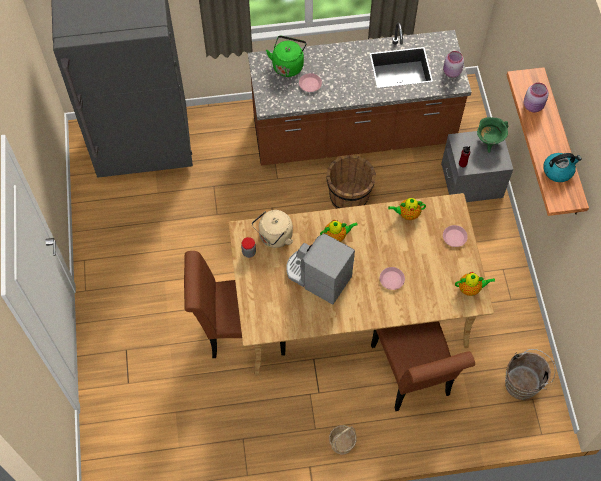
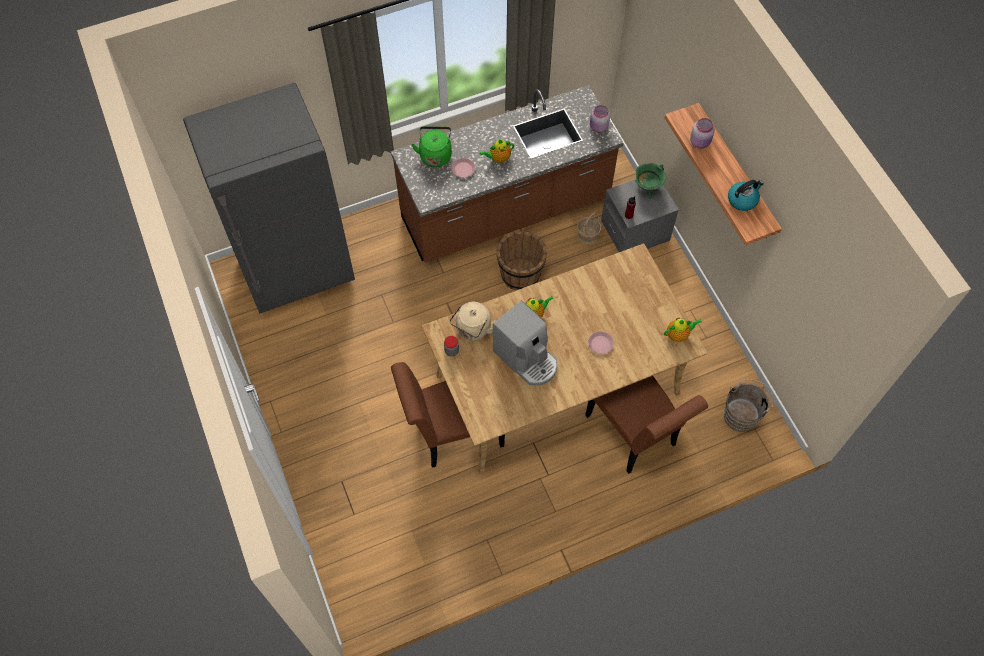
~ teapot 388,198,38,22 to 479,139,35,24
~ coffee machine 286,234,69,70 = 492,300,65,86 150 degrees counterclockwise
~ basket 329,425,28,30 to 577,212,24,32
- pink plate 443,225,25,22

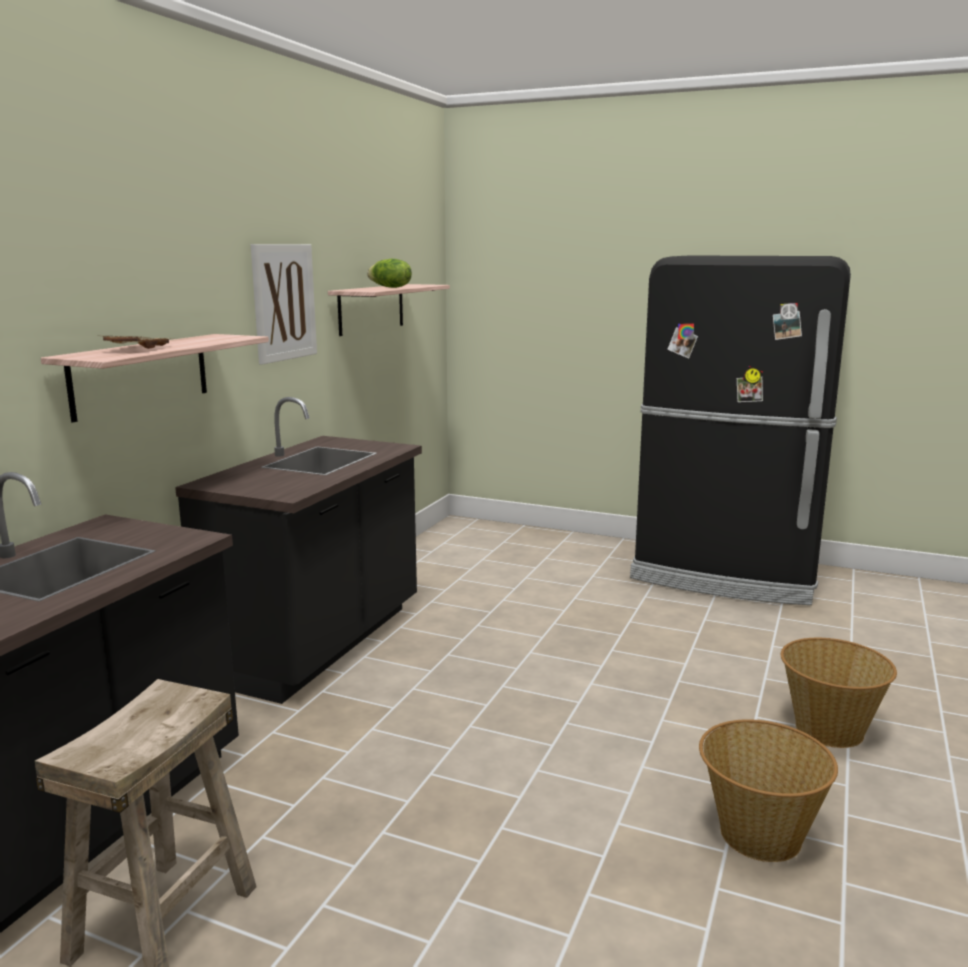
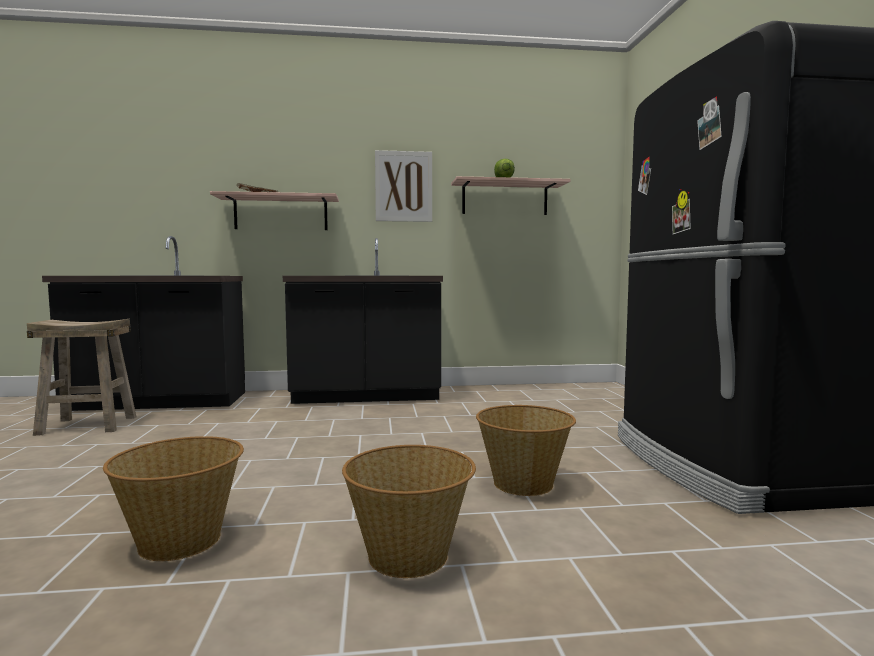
+ basket 476,405,100,91

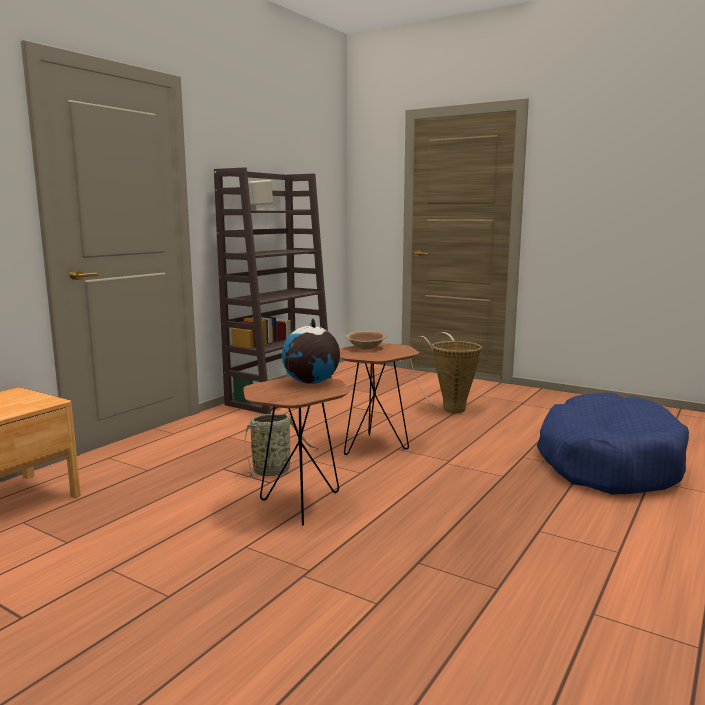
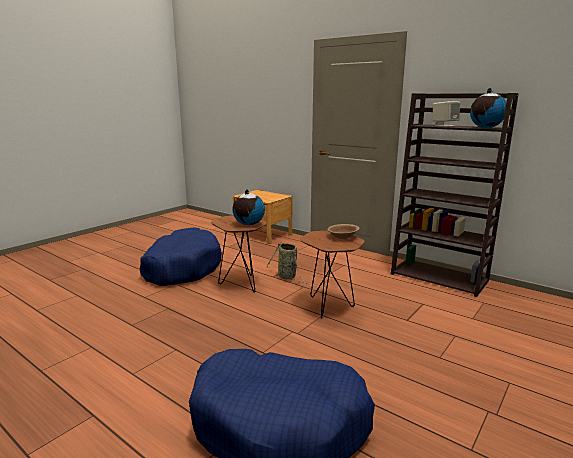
+ blue dog bed 140,228,82,58
+ globe 470,88,36,40
- basket 410,332,72,81

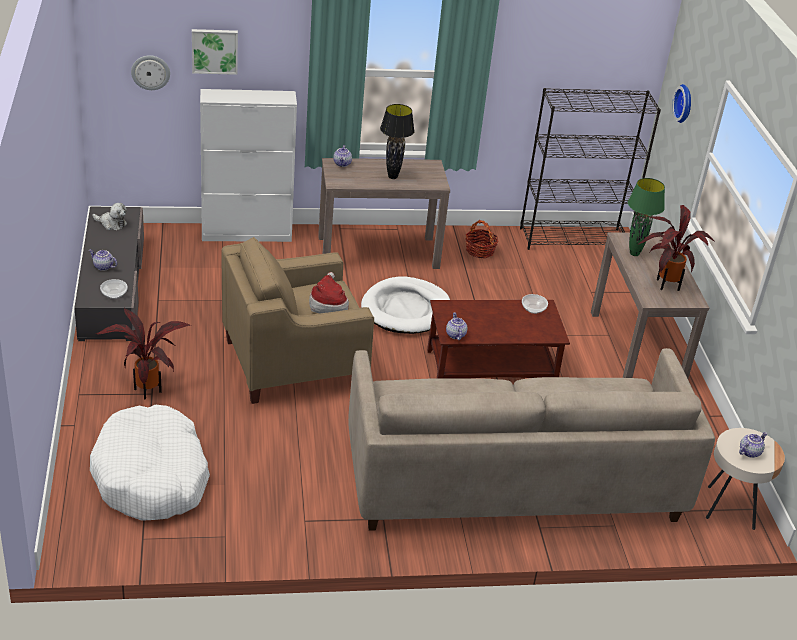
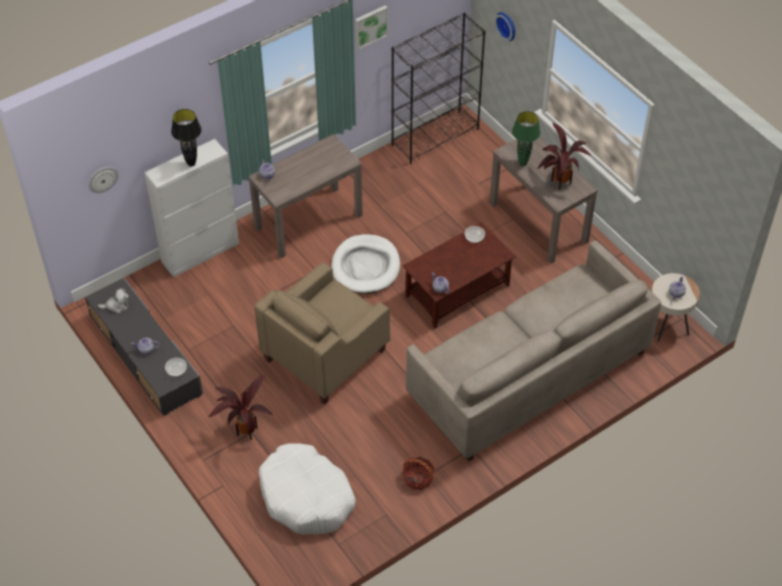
~ black table lamp 380,104,35,75 to 171,109,31,58
~ picture 192,29,46,46 to 355,5,33,45
~ basket 466,220,32,38 to 402,457,32,33
- hat 309,272,40,41

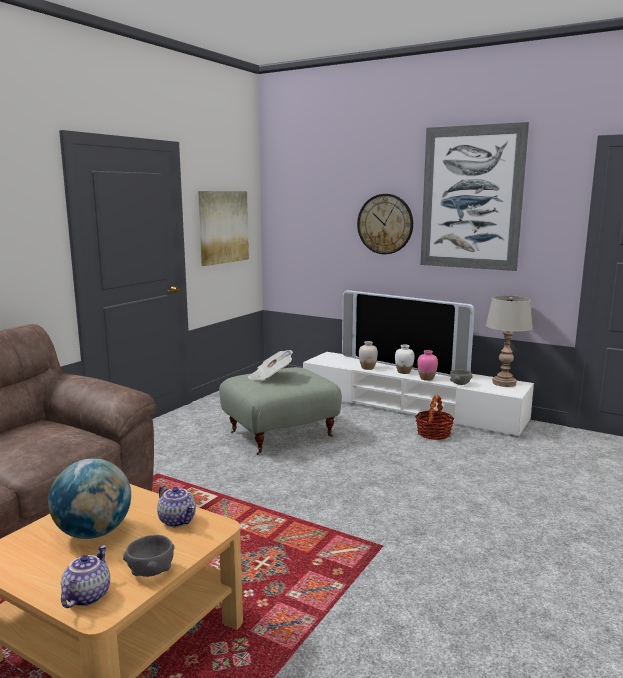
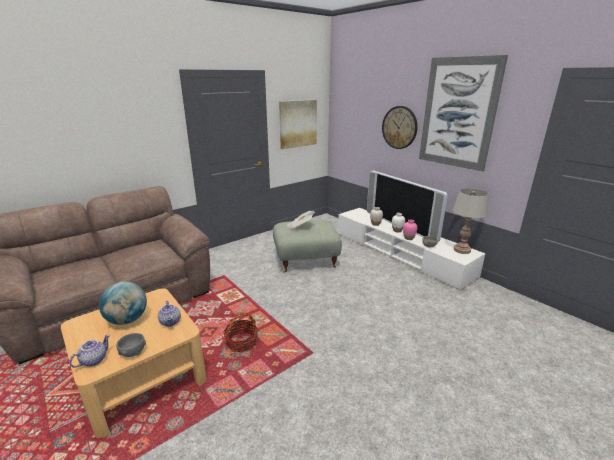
~ basket 415,396,39,44 to 223,312,35,41

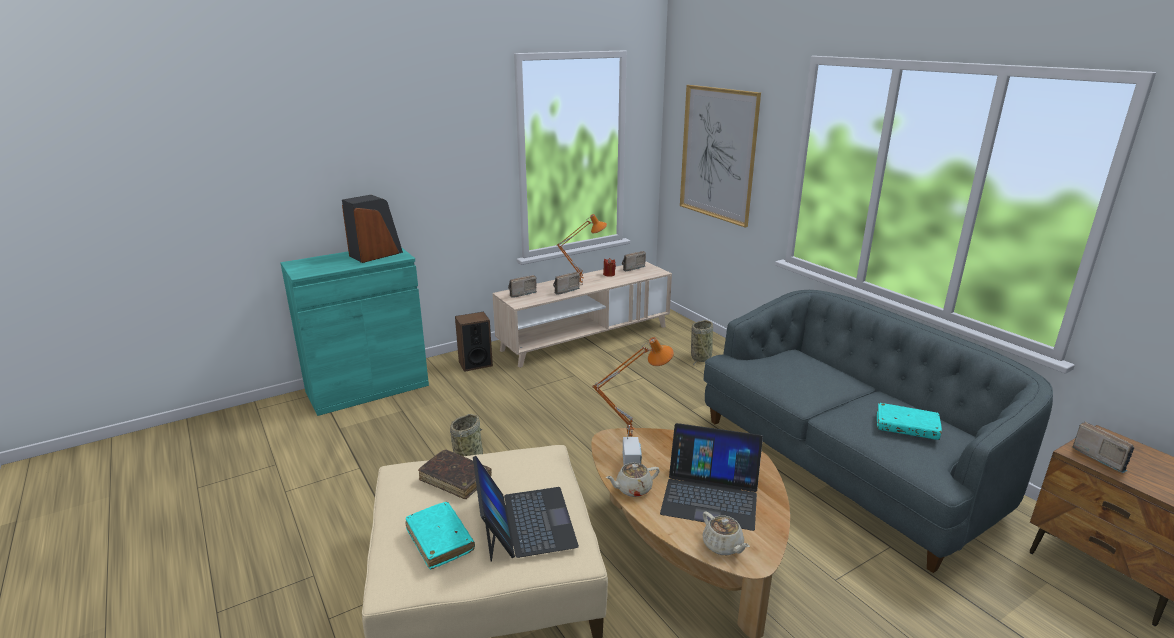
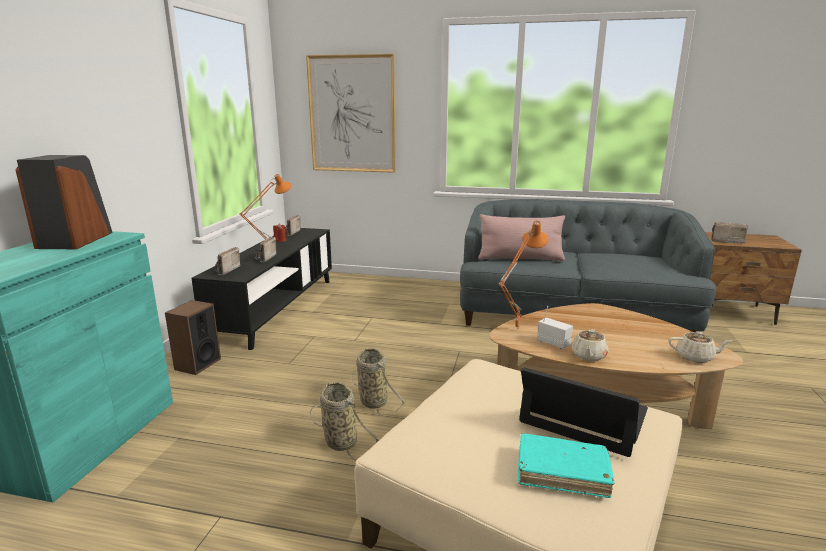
~ beige tv stand 492,261,180,107 to black tv stand 191,228,141,122
~ basket 691,320,22,47 to 351,348,54,69
+ pink pillow 479,214,86,47
- brown book 418,449,74,50
- laptop 660,423,103,108
- turquoise book 877,403,65,37

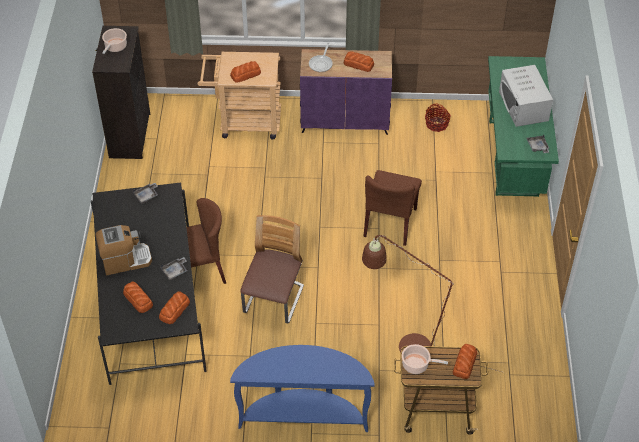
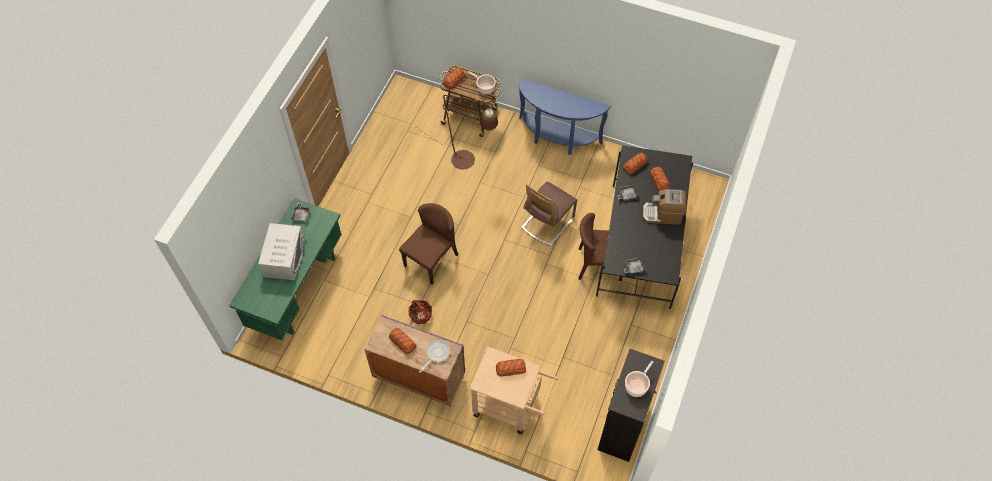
~ basket 425,103,26,29 to 409,300,23,24

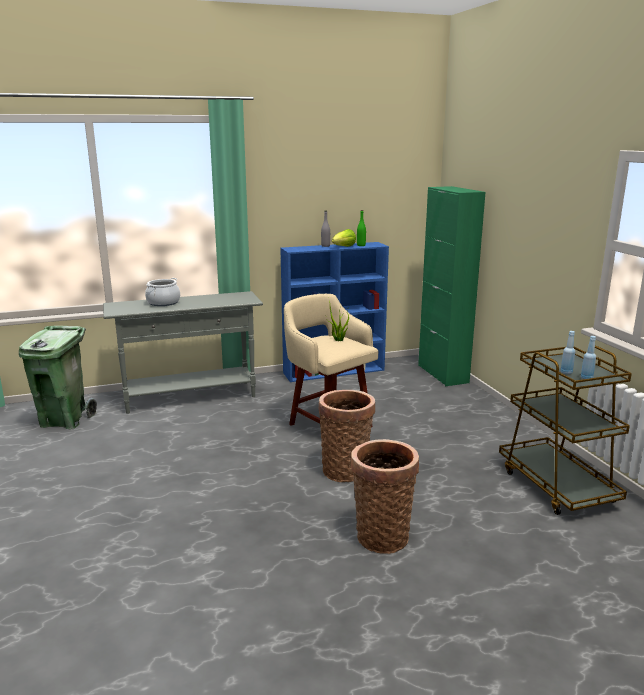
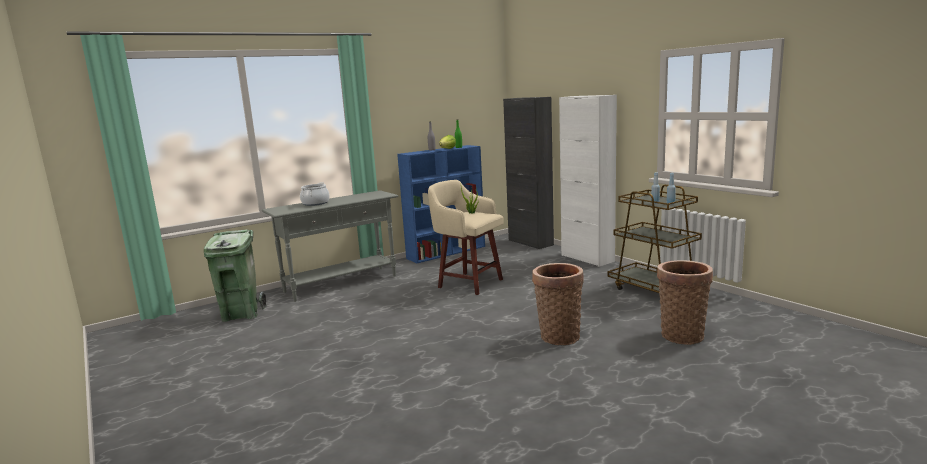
~ green cabinet 418,186,67,200 to black cabinet 503,97,51,152
+ white cabinet 559,95,58,172
~ basket 319,390,56,92 to 657,260,56,85

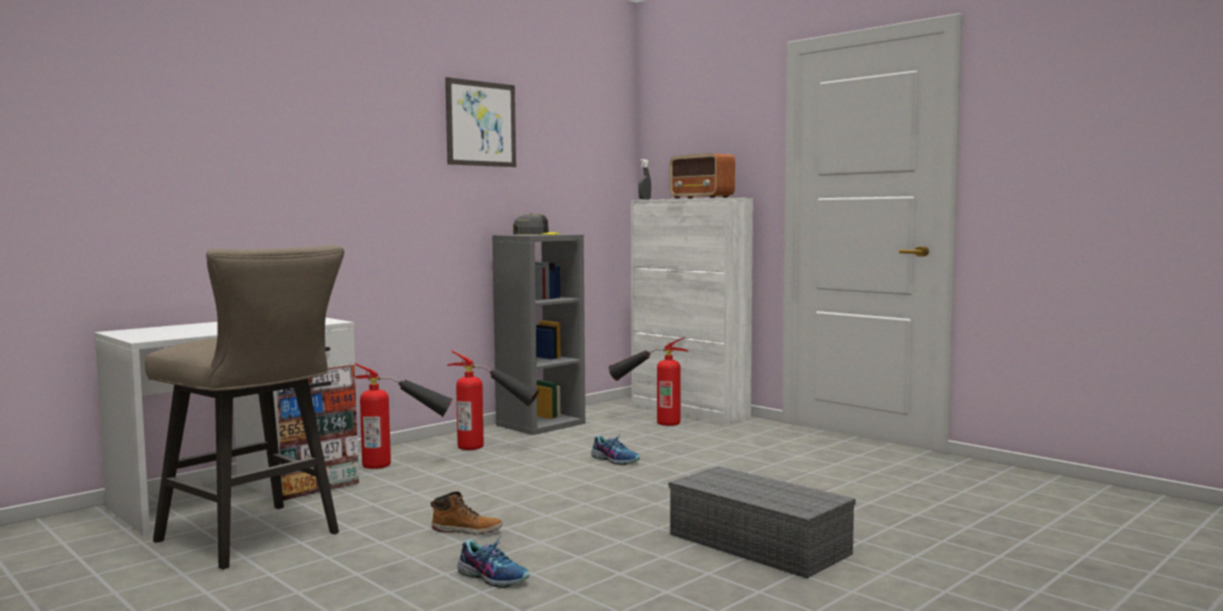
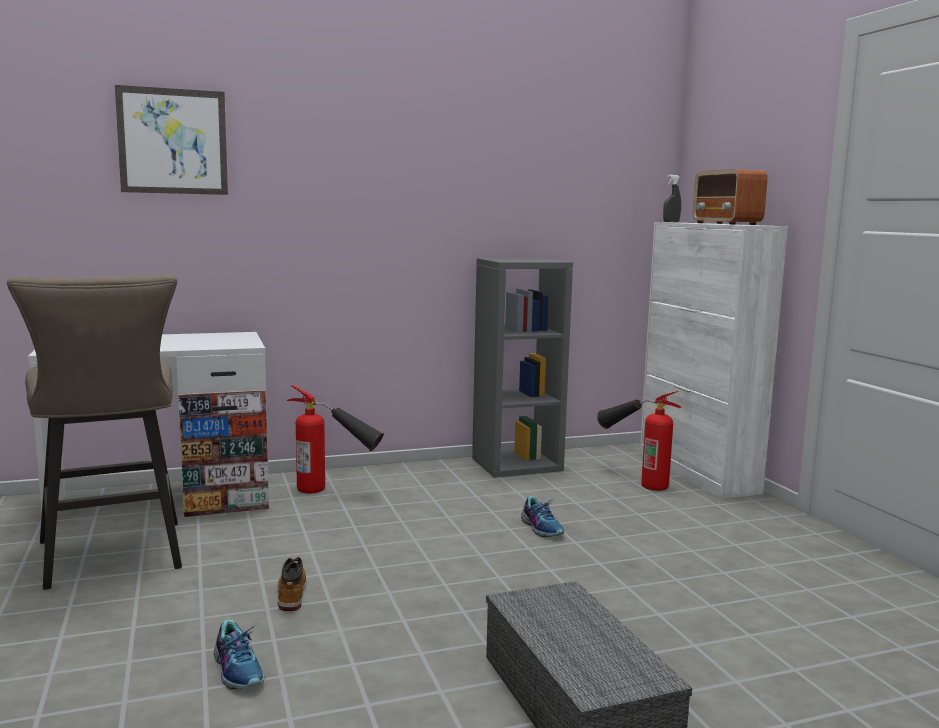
~ picture 445,77,71,90 to 115,85,113,110
~ boot 431,491,72,44 = 277,557,30,54 135 degrees counterclockwise
- fire extinguisher 447,351,92,99
- grey cap 513,213,47,22

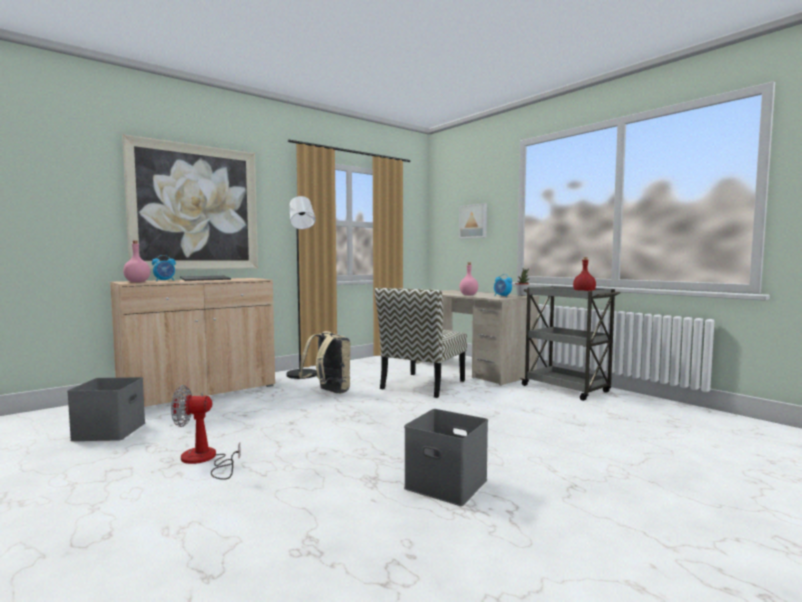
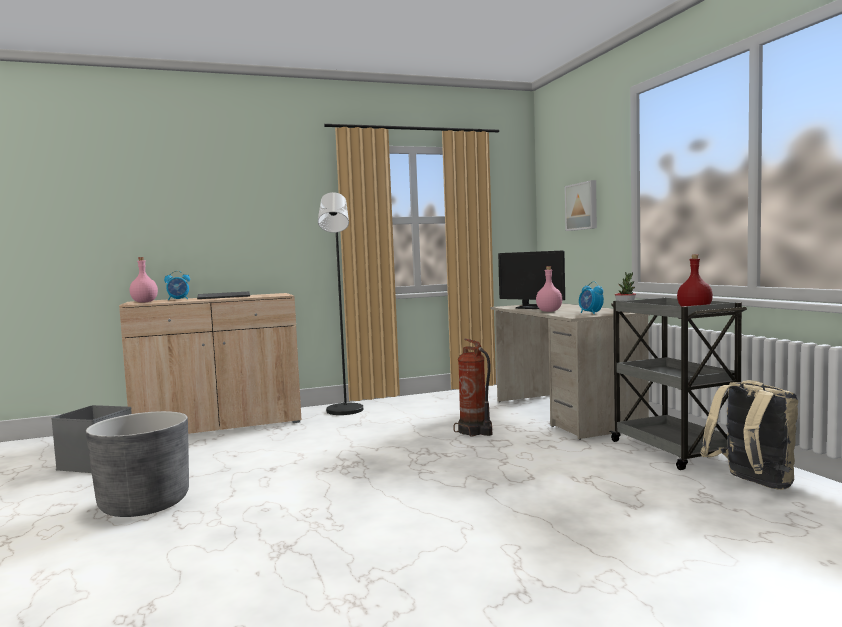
~ fan 171,385,70,95 to grey planter 86,411,103,106
~ chair 374,288,93,110 to fire extinguisher 453,339,39,98
+ monitor 498,250,67,59
~ beige backpack 299,331,52,63 to 701,380,97,110
- picture 122,134,136,136
- grey storage box 404,409,84,97

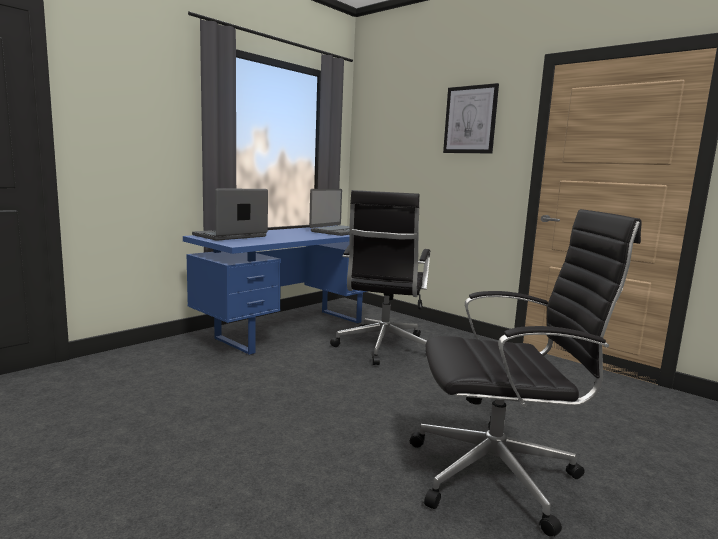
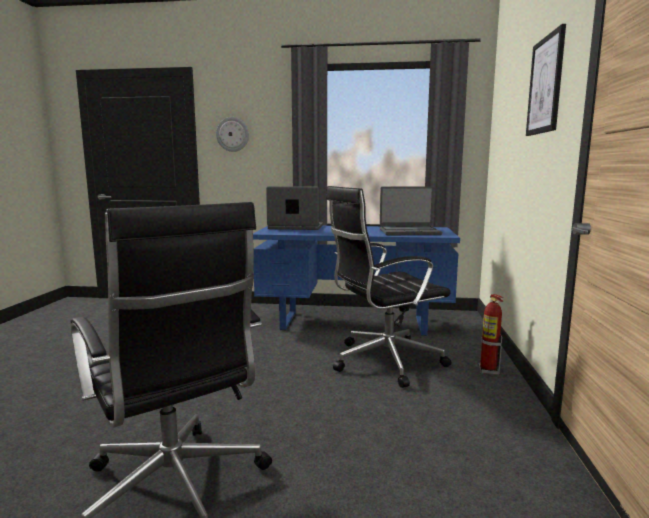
+ wall clock 216,117,33,35
+ fire extinguisher 479,294,25,81

